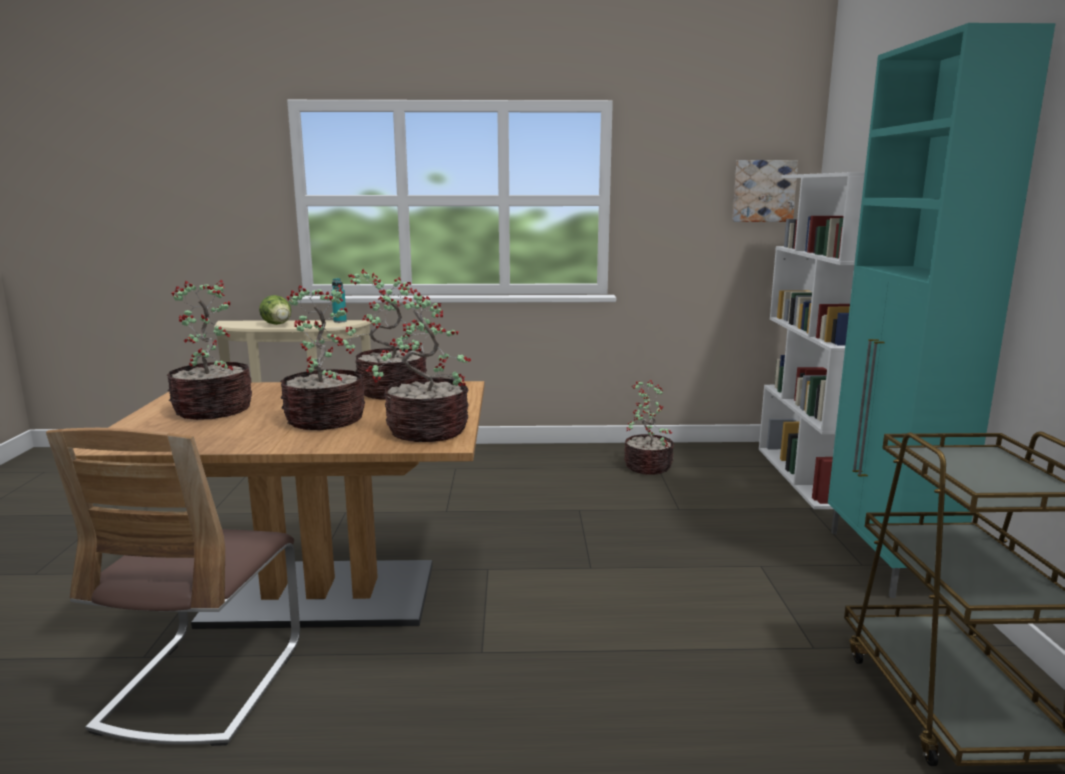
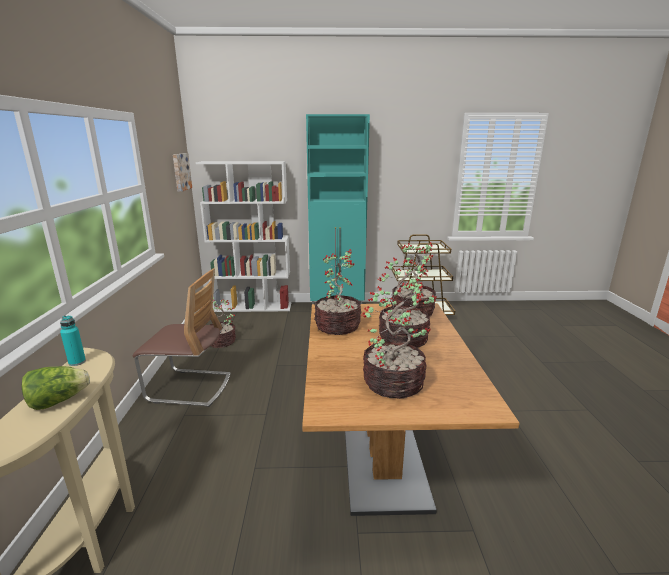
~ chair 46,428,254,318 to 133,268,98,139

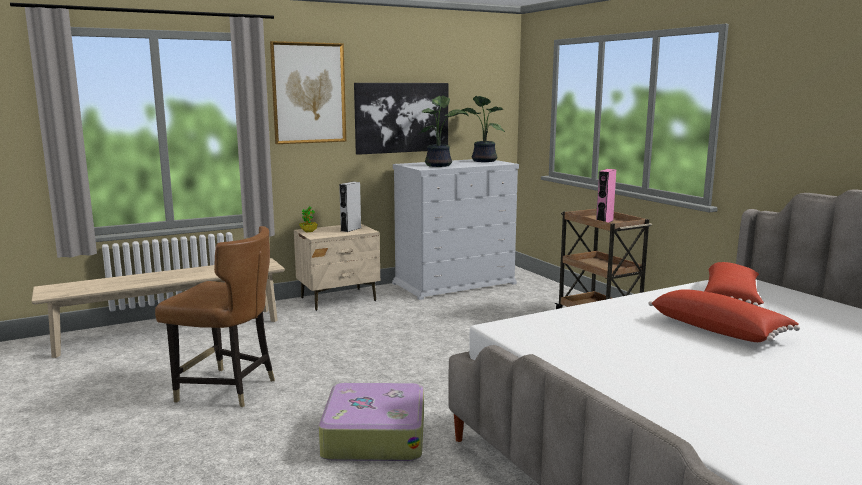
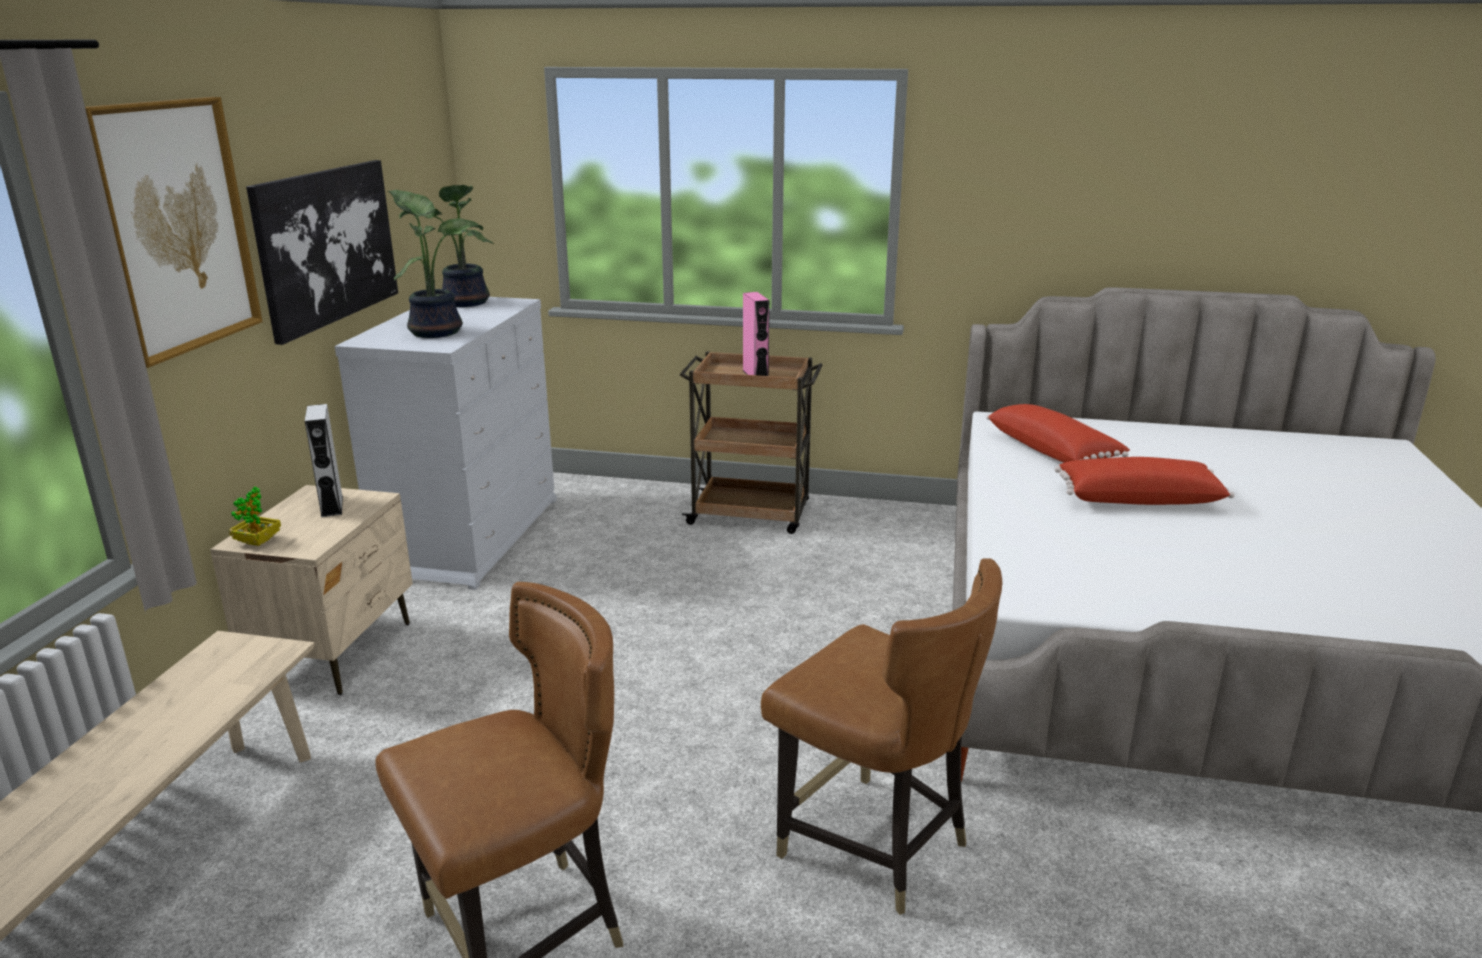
~ suitcase 319,383,105,78 to brown chair 761,558,241,357

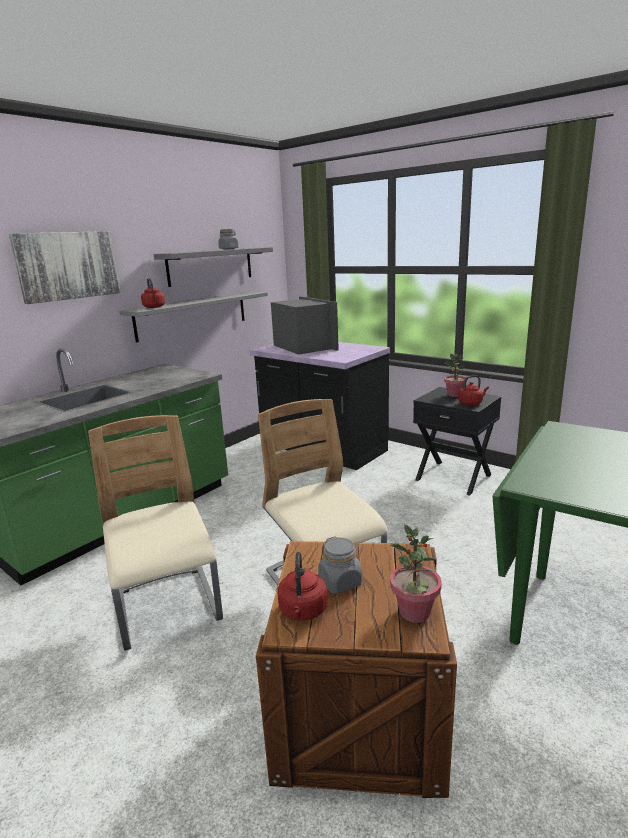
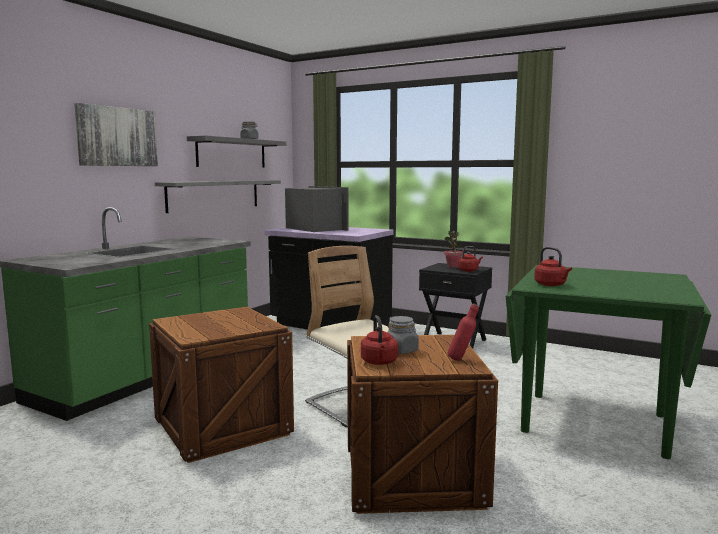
~ beige chair 88,415,135,236 to crate 149,307,145,156
~ potted plant 390,525,52,98 to red bottle 447,303,32,58
~ red kettle 141,278,24,30 to 534,247,38,39

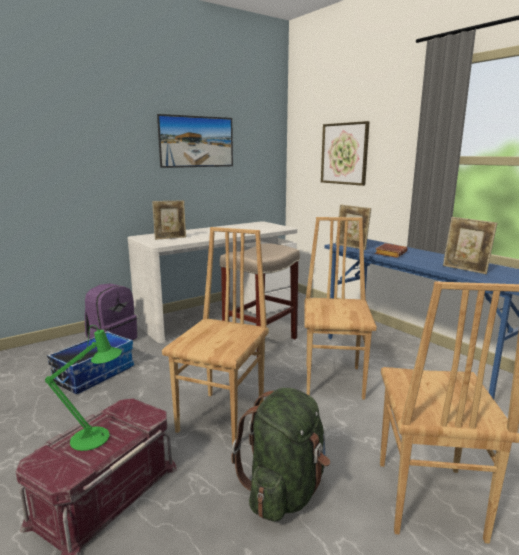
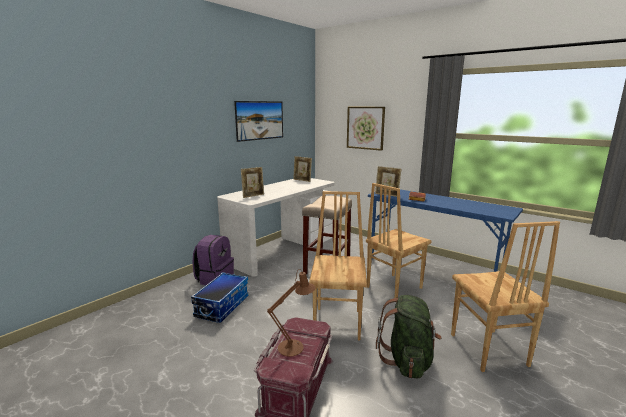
~ green table lamp 45,325,77,126 to brown table lamp 267,269,48,88
~ picture frame 443,217,54,57 to 293,156,19,26
~ brown chair 304,217,73,182 = 366,183,65,115 120 degrees counterclockwise

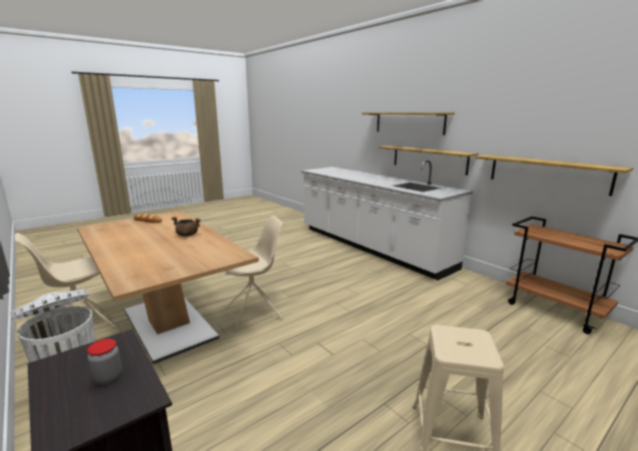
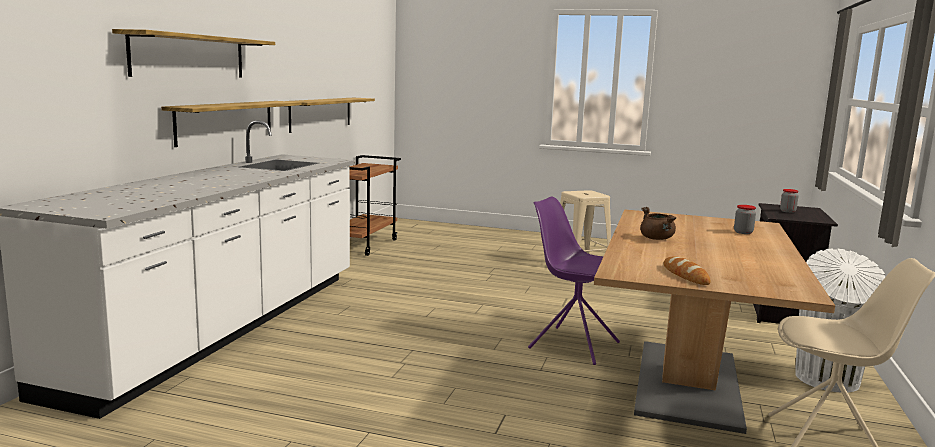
~ beige chair 223,215,60,116 to purple chair 528,196,92,169
+ jar 734,205,22,29

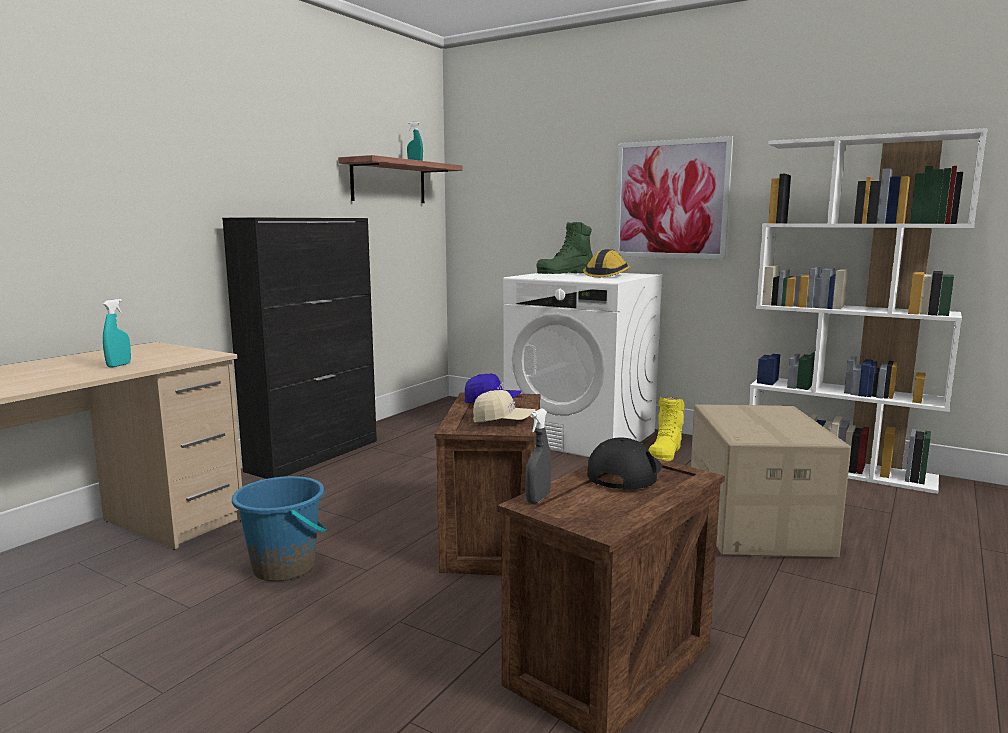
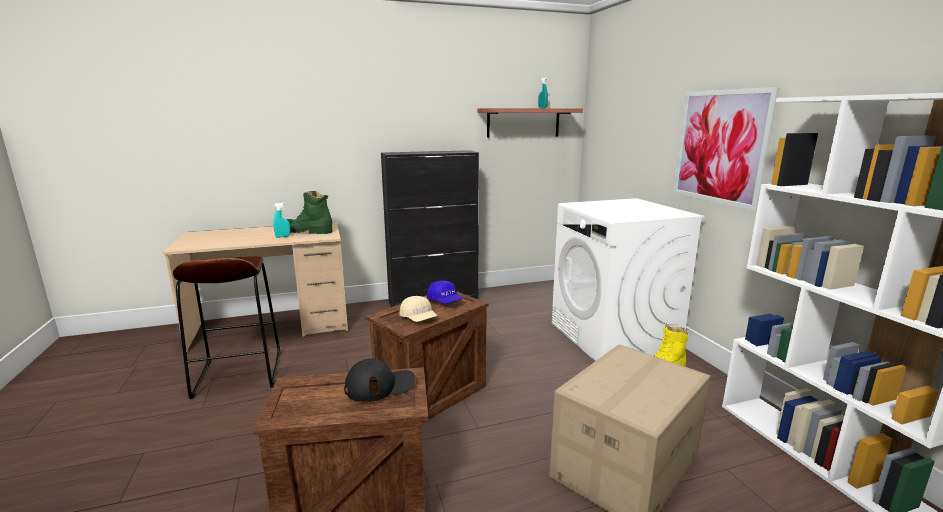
+ brown stool 173,256,107,143
~ green boot 536,222,57,52 to 286,191,46,43
- blue bucket 232,476,95,106
- grey spray bottle 525,409,26,95
- hard hat 583,249,48,28

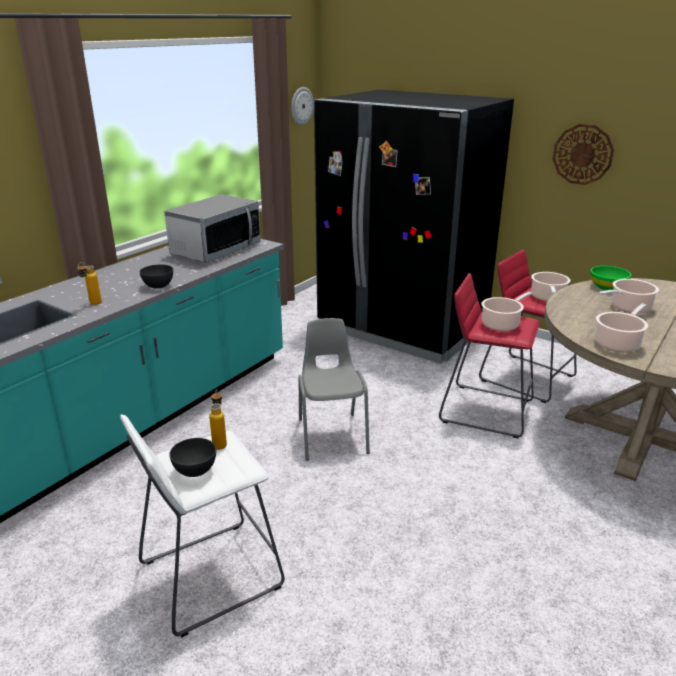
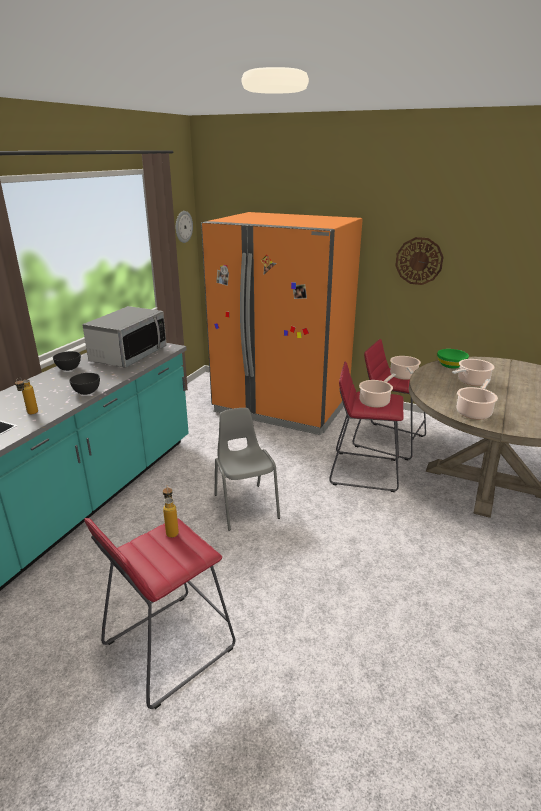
~ grey bowl 169,438,47,39 to 53,351,28,20
~ white stool 120,414,165,223 to red stool 84,518,151,191
~ black fridge 314,90,200,274 to orange fridge 201,212,162,223

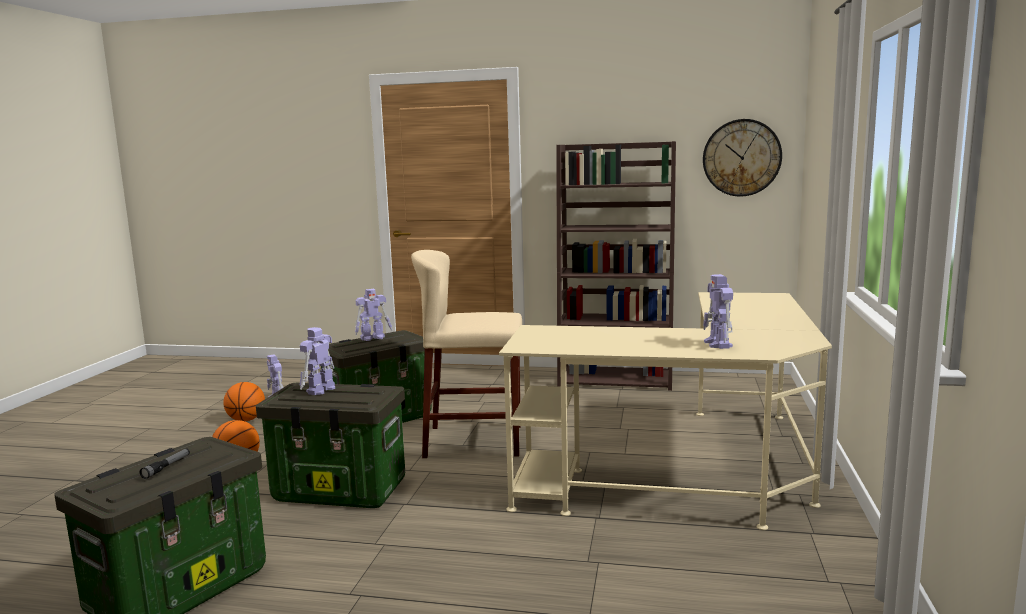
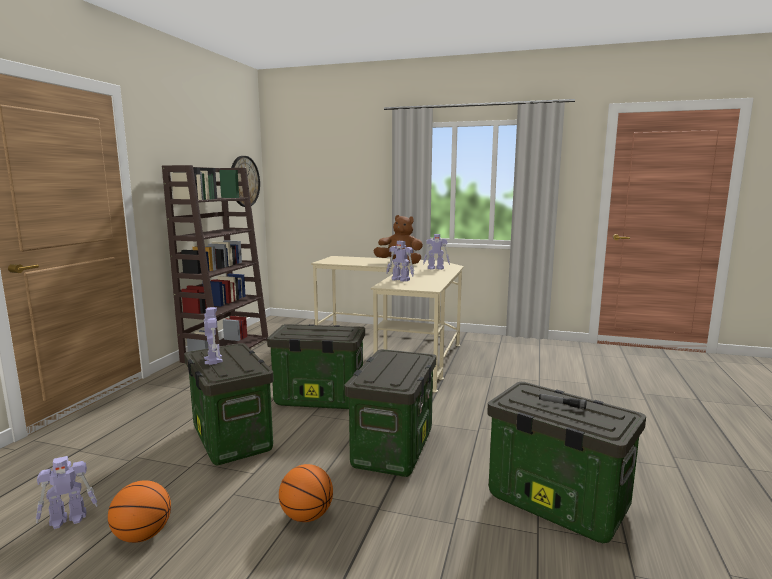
~ beige stool 411,250,111,208 to storage box 267,324,98,85
+ brown plush toy 374,215,49,49
~ toy robot 300,327,35,68 to 386,241,28,41

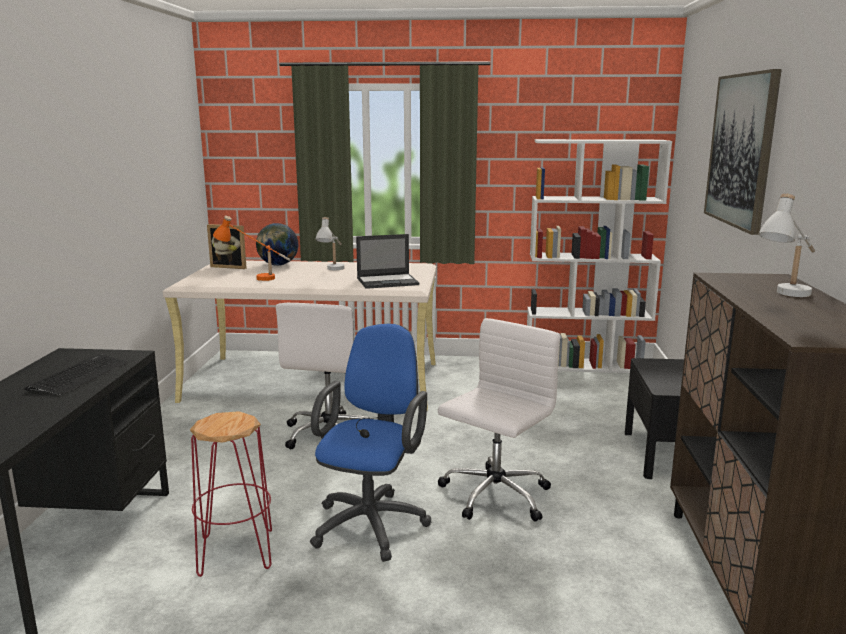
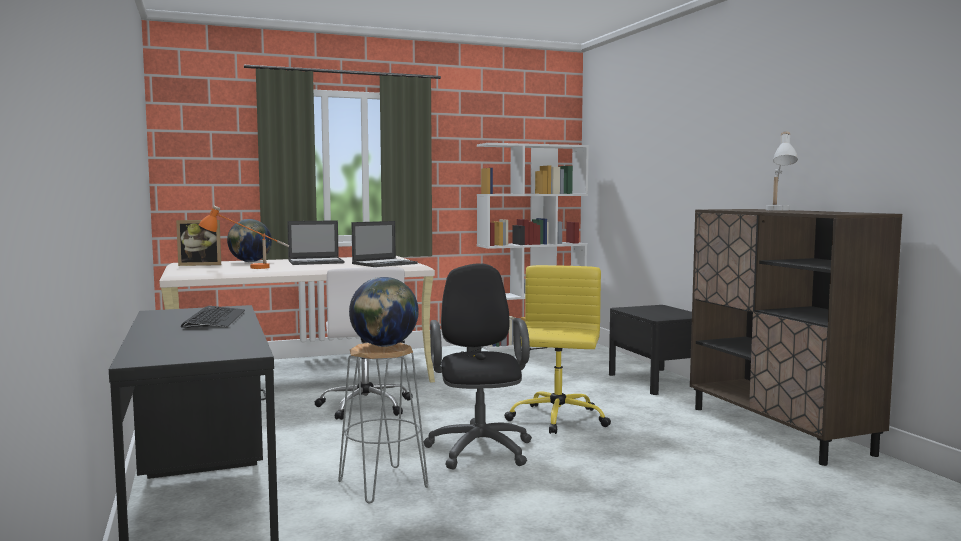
~ white table lamp 315,217,29,53 to laptop 287,220,58,45
~ red stool 190,411,82,166 to grey stool 338,342,90,161
+ globe 349,277,70,70
~ blue office chair 310,324,121,238 to black office chair 424,263,108,206
~ white office chair 438,318,122,204 to yellow office chair 504,265,107,169
- picture 704,69,78,166

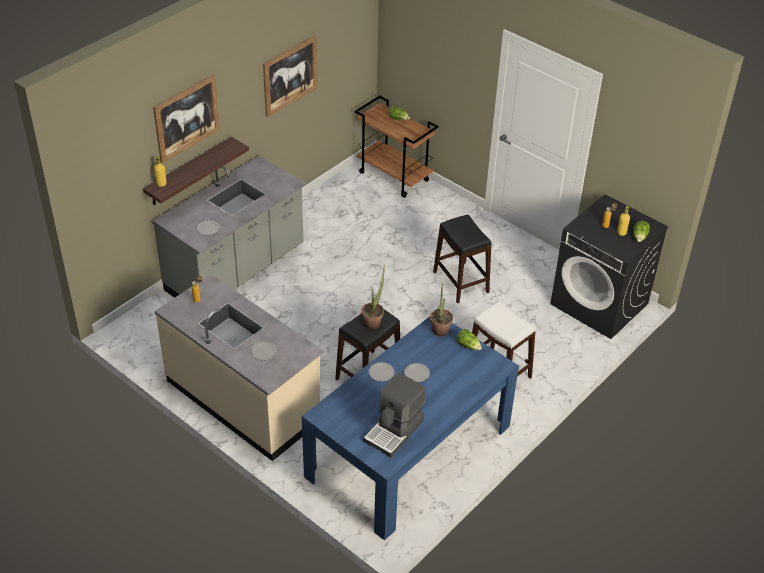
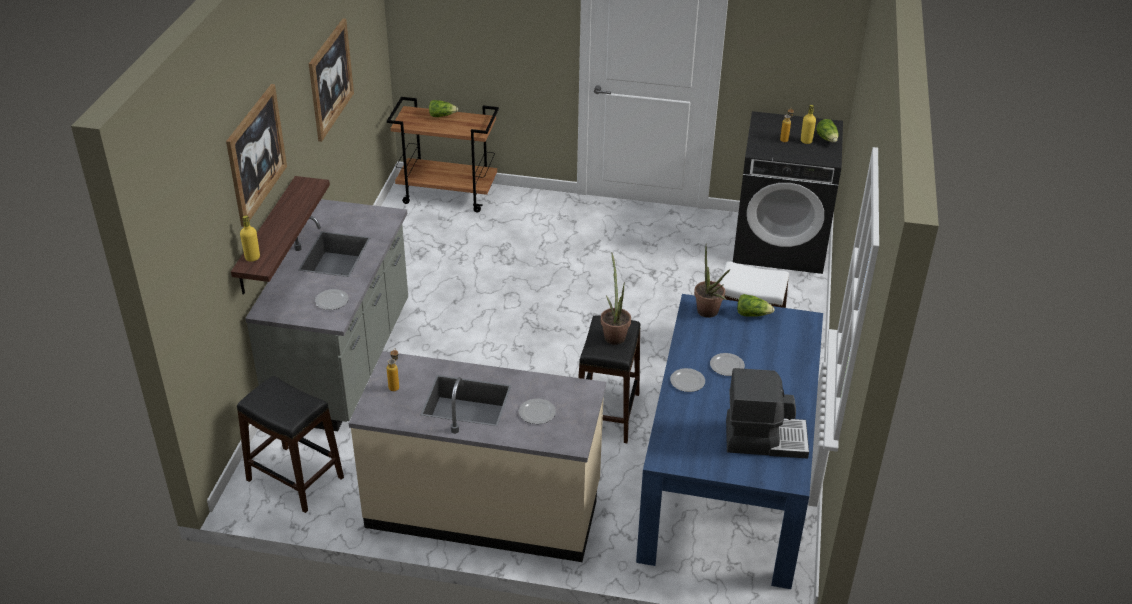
~ black stool 433,215,59,88 to 237,376,107,137
~ coffee machine 363,372,63,86 = 726,368,83,91 90 degrees counterclockwise

